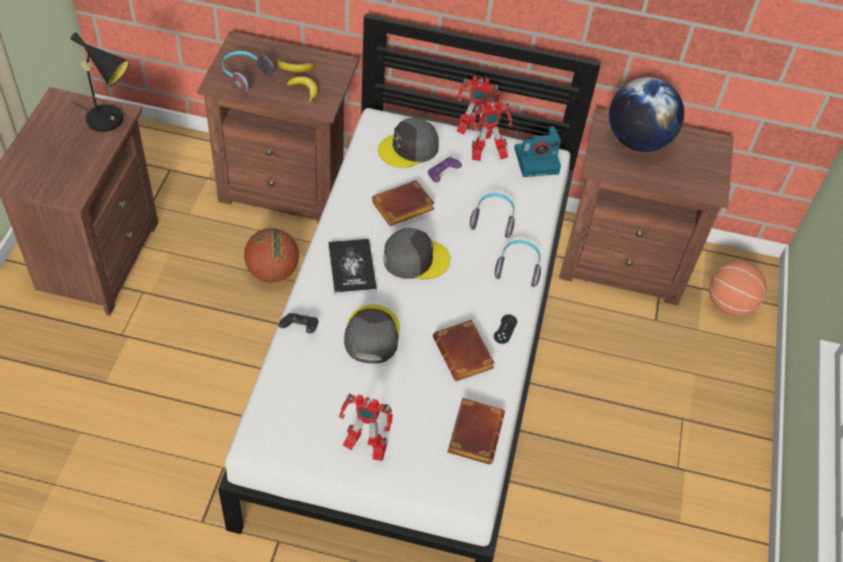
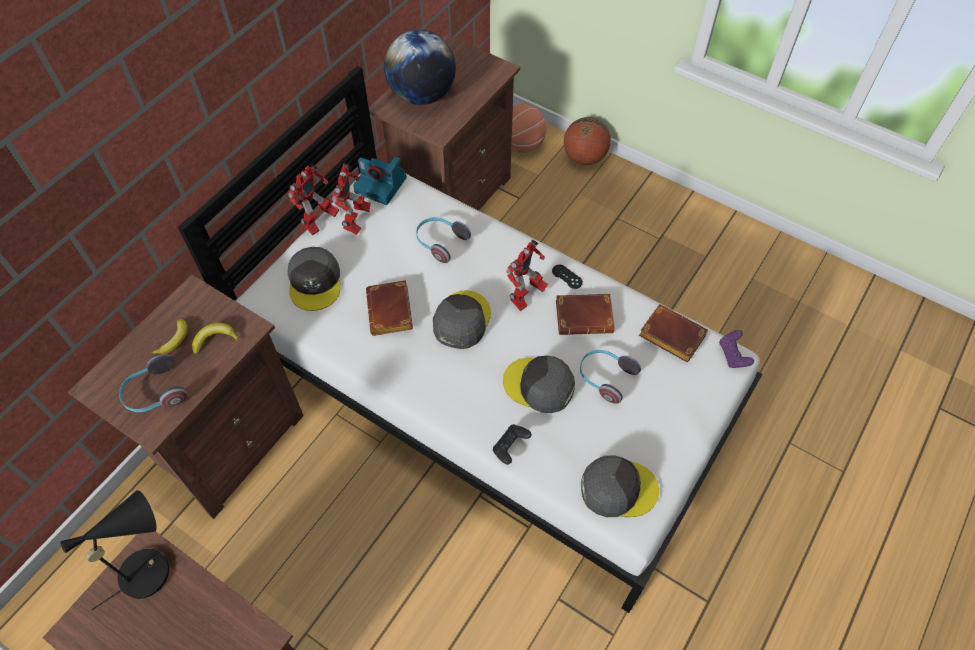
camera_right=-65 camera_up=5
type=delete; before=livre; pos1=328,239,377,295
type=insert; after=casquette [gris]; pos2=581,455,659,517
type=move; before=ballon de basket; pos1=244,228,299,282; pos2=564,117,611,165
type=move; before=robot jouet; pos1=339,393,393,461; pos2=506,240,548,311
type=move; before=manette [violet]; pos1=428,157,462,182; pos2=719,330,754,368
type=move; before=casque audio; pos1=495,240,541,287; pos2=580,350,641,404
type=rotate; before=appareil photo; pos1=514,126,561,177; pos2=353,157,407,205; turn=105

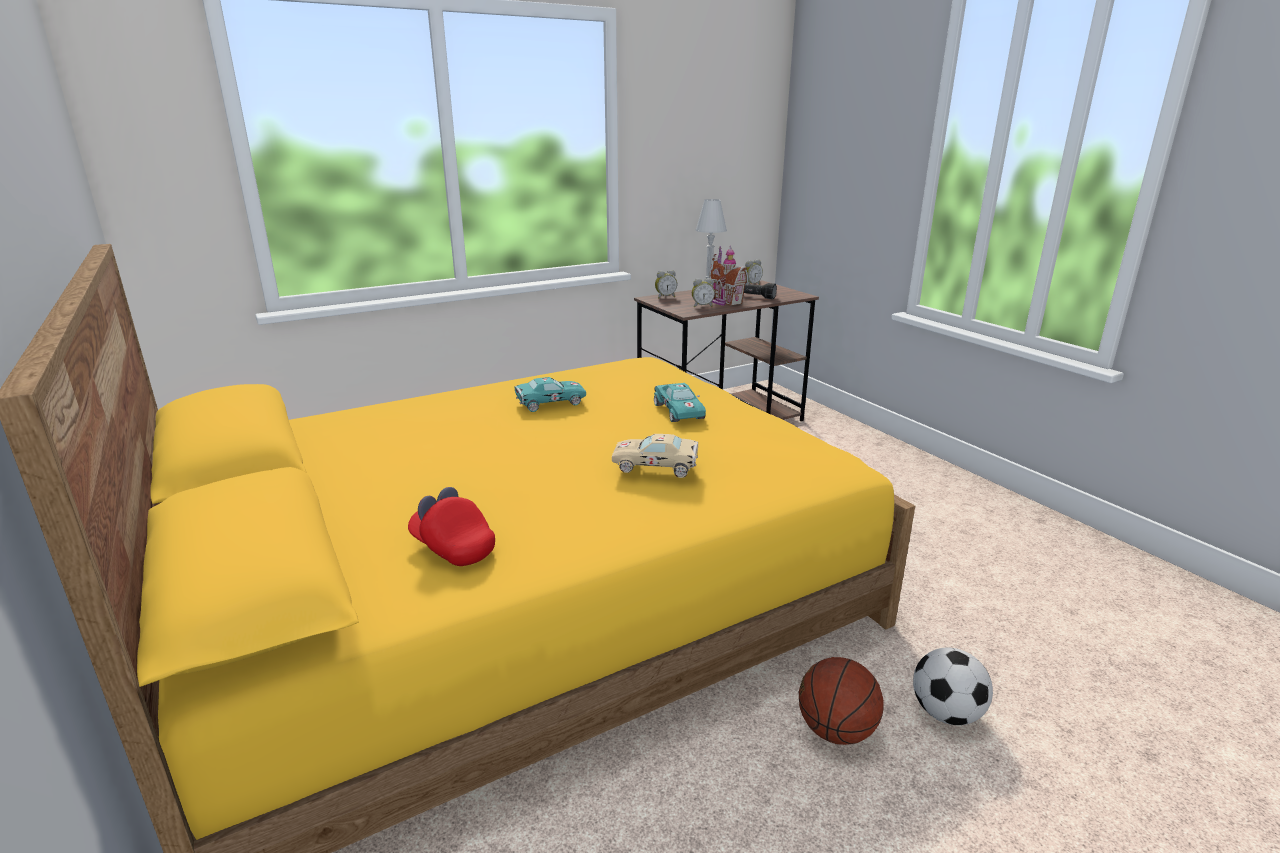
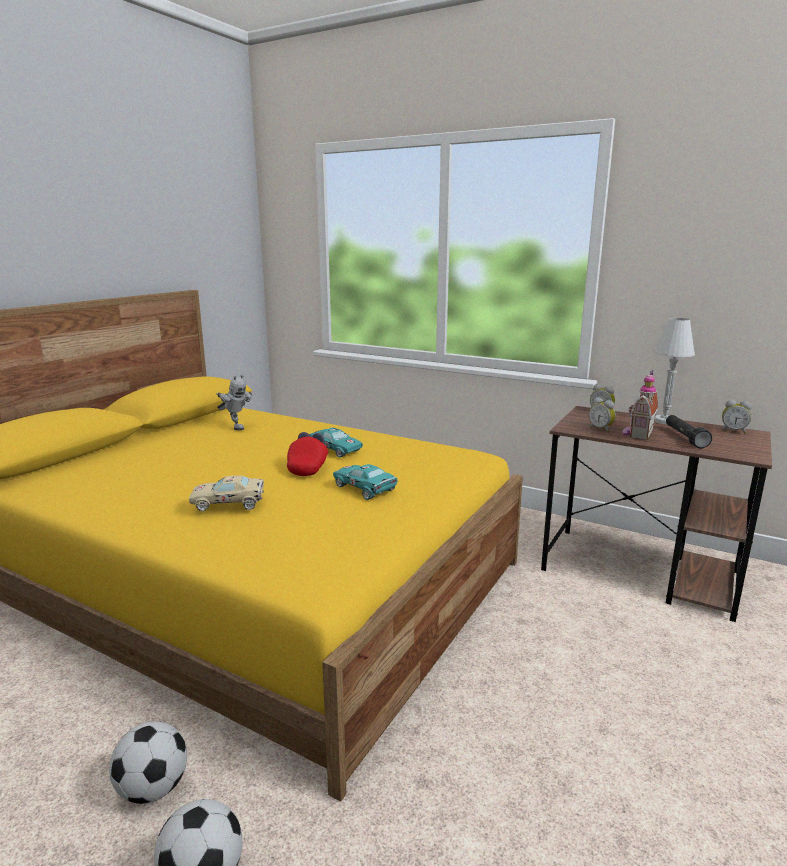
camera_right=60 camera_up=-5
type=insert; after=robot jouet; pos2=216,375,252,430
type=move; before=casquette [rouge]; pos1=408,487,495,566; pos2=287,432,328,476
type=replace; before=ballon de basket; after=ballon de foot; pos1=799,657,884,745; pos2=109,721,187,804
type=rotate; before=petite voiture [beige]; pos1=612,434,698,478; pos2=189,475,264,511; turn=-75
type=rotate; before=petite voiture [turquoise]; pos1=654,383,706,422; pos2=333,464,397,500; turn=90

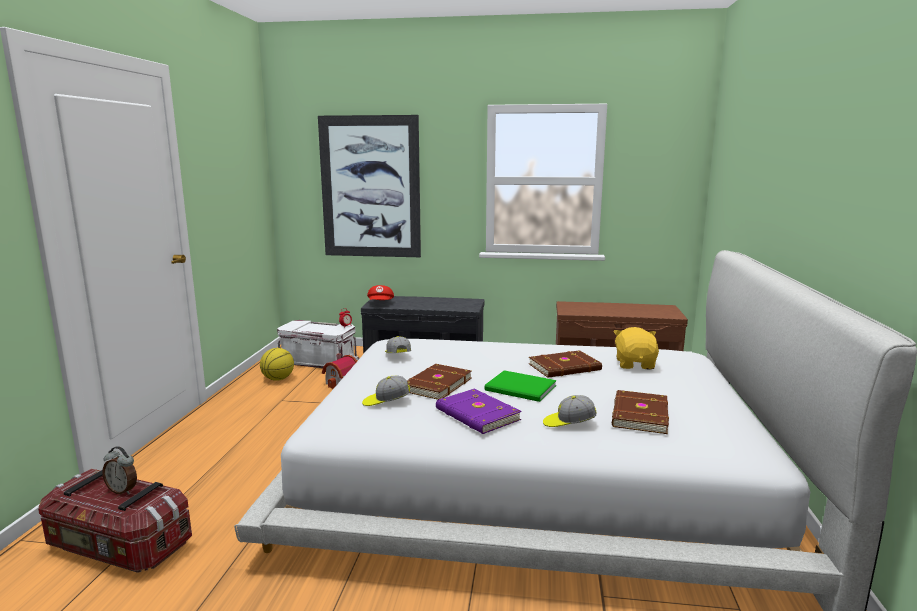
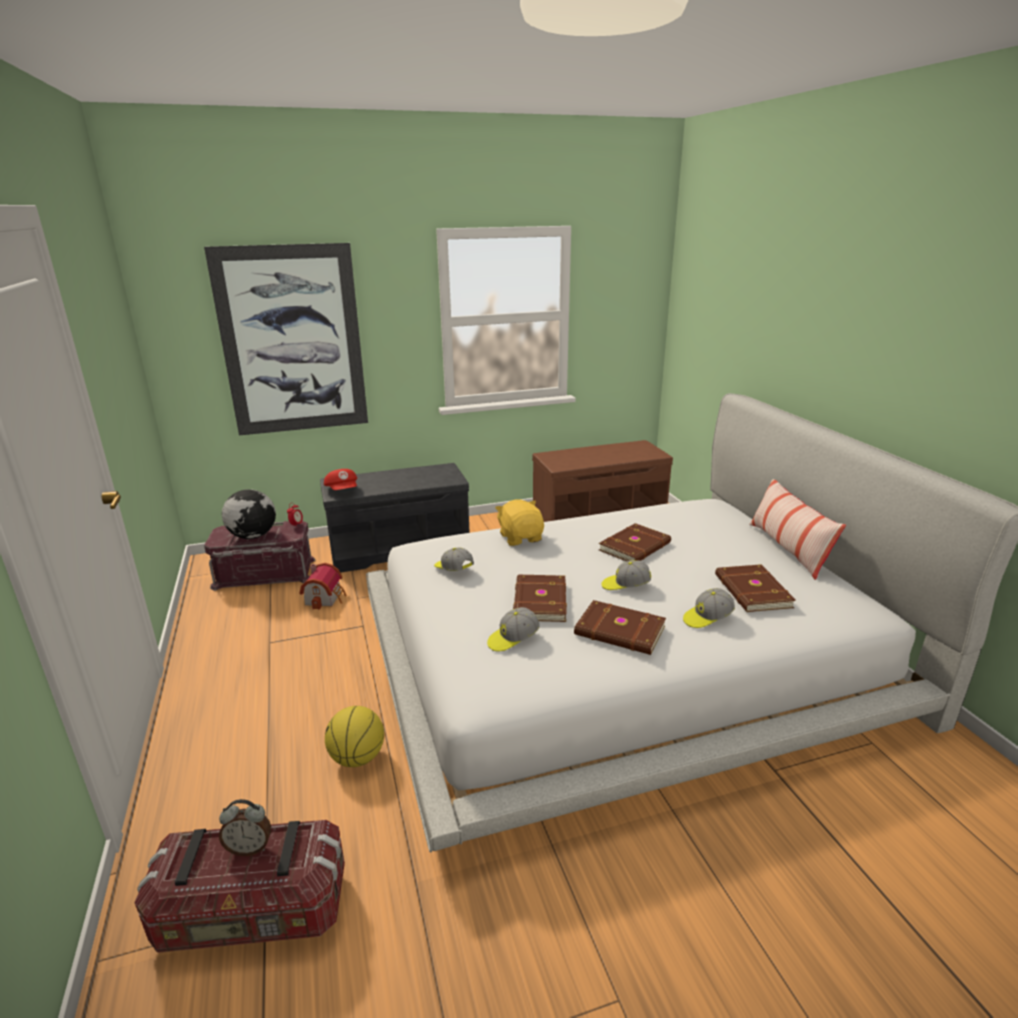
camera_right=-25 camera_up=10
type=insert; after=globe; pos2=222,489,276,539
type=insert; after=coussin; pos2=749,479,846,580
type=move; before=ballon de basket; pos1=260,348,294,381; pos2=325,706,384,767
type=move; before=peluche [jaune]; pos1=613,327,659,369; pos2=495,499,544,546
type=replace; before=livre [vert]; after=casquette; pos1=484,370,557,402; pos2=602,560,651,590
type=recolor; before=boîte de rangement [blanc]; after=boîte de rangement [rouge]; pos1=277,320,359,368; pos2=204,521,315,591
type=recolor; before=livre [violet]; after=livre [marron]; pos1=436,389,521,434; pos2=574,600,666,655

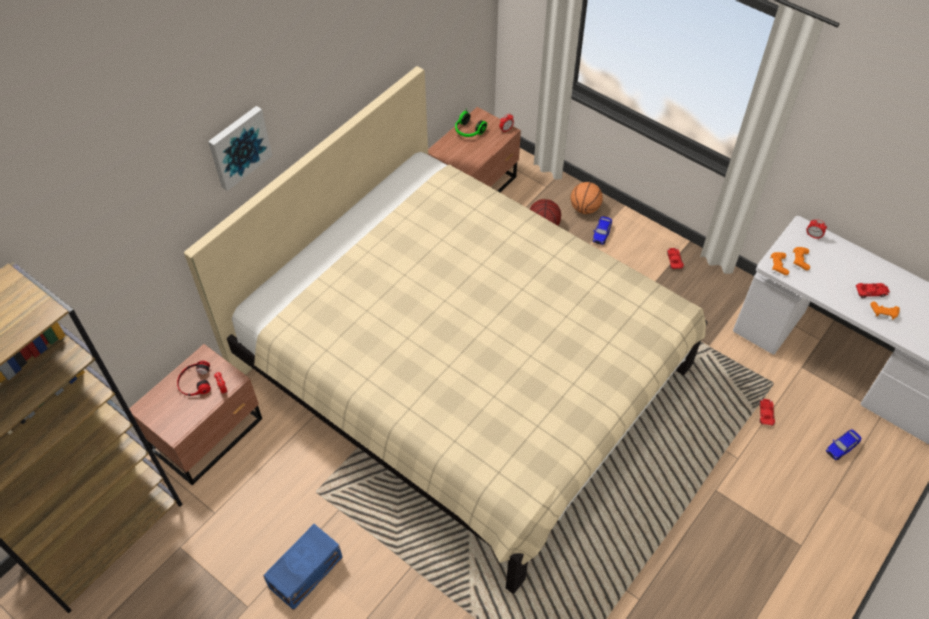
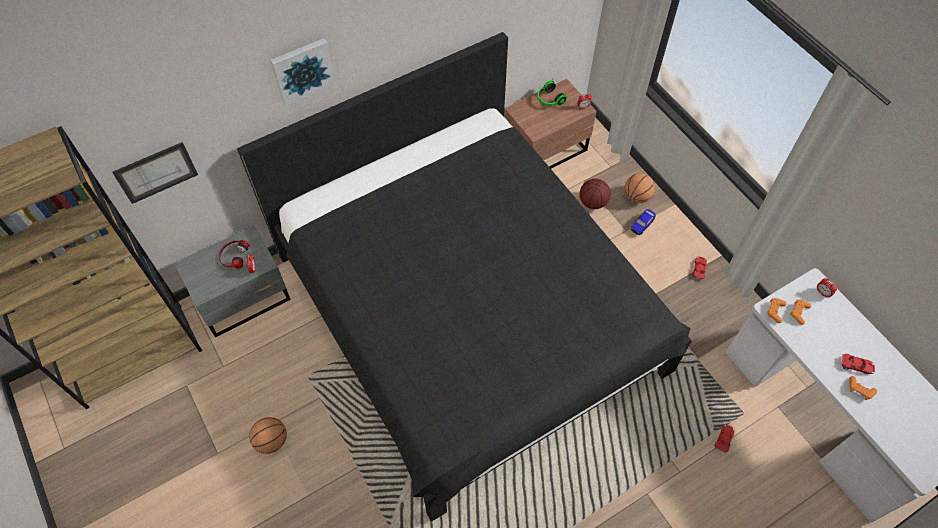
camera_right=20 camera_up=5
type=delete; before=petite voiture; pos1=826,430,861,460
type=insert; after=tableau; pos2=112,142,198,204
type=replace; before=boîte de rangement [bleu]; after=ballon de basket; pos1=263,524,343,610; pos2=249,417,287,454
type=recolor; before=table de chevet [marron]; after=table de chevet [gris]; pos1=129,344,262,485; pos2=174,226,291,338
type=recolor; before=lit [beige]; after=lit [noir]; pos1=184,66,708,594; pos2=237,32,692,521

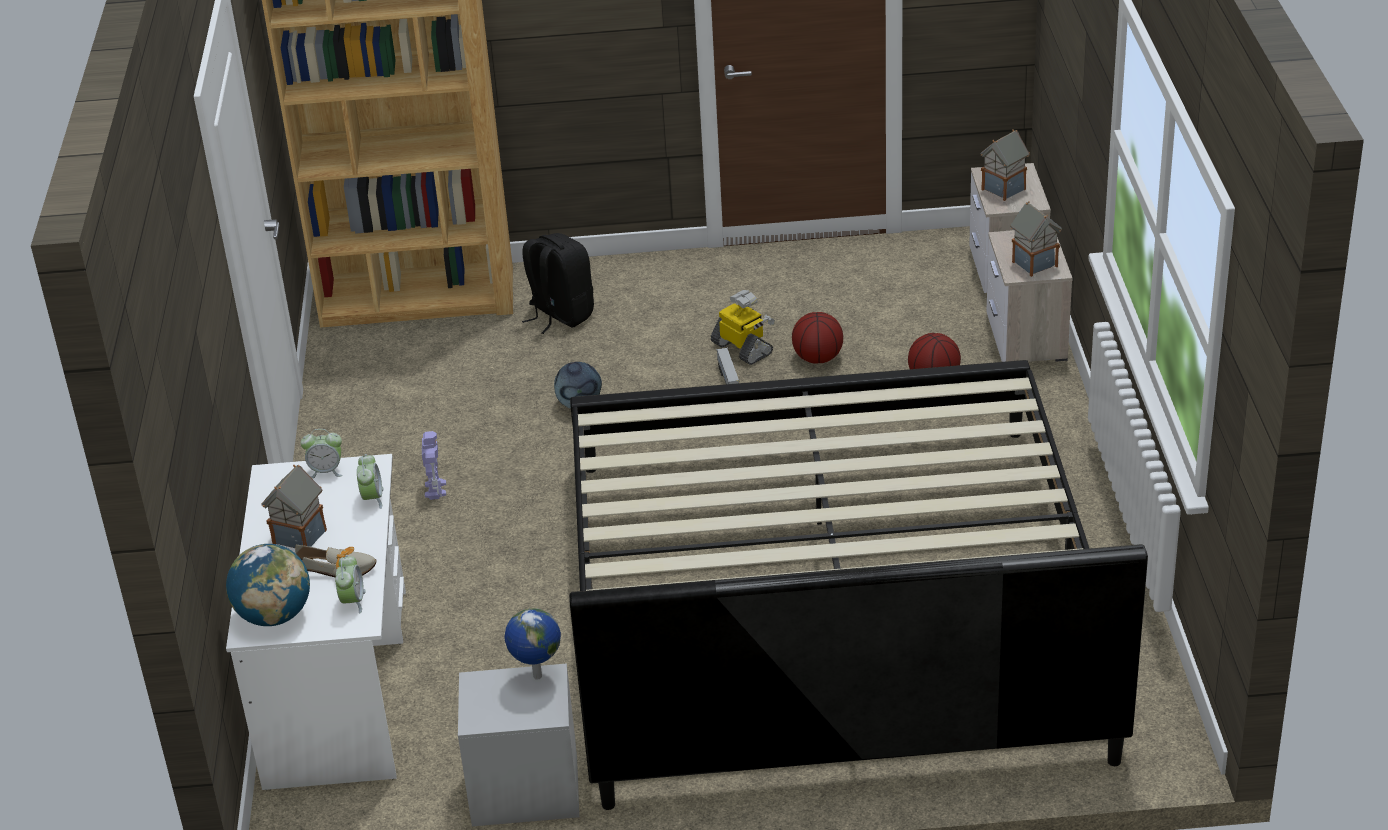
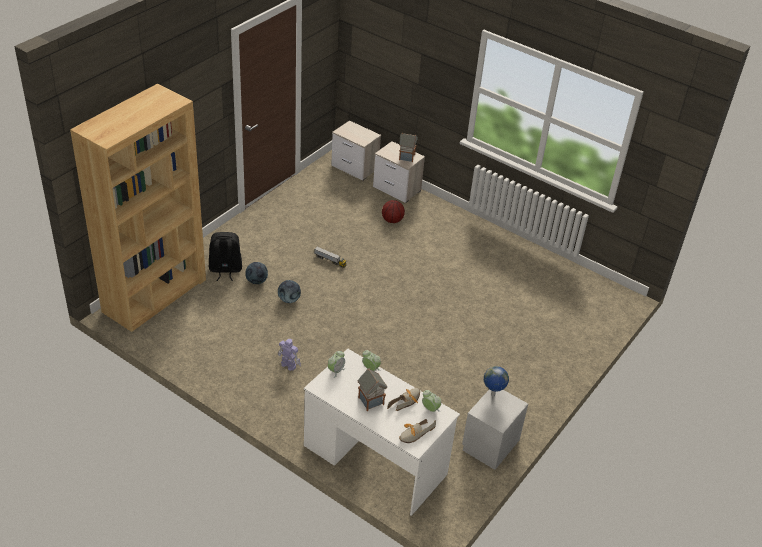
camera_right=-55 camera_up=5
type=delete; before=lit; pos1=569,360,1148,810
type=delete; before=robot jouet; pos1=711,290,775,365
type=delete; before=ballon de basket; pos1=792,312,843,364
type=delete; before=maison miniature; pos1=980,129,1030,201
type=insert; after=ballon de foot; pos2=245,262,268,284
type=replace; before=globe; after=chaussure; pos1=226,544,310,626; pos2=399,419,436,443

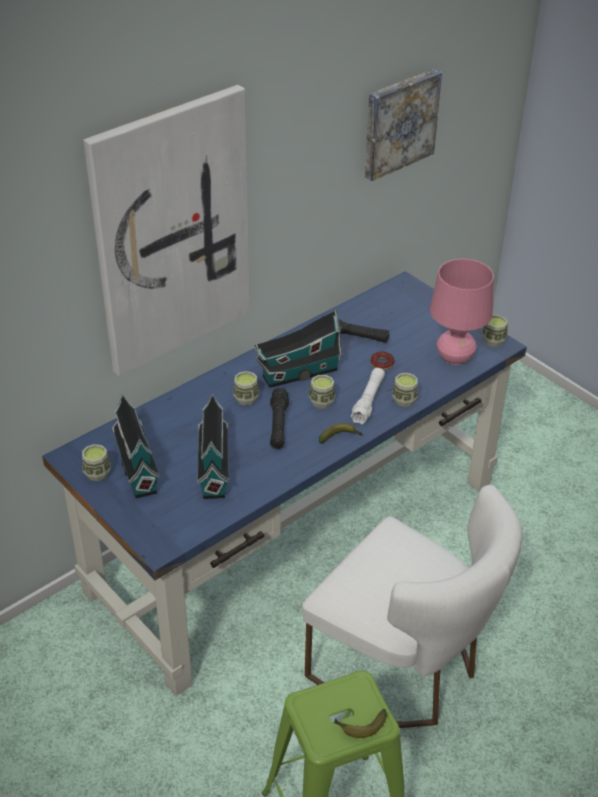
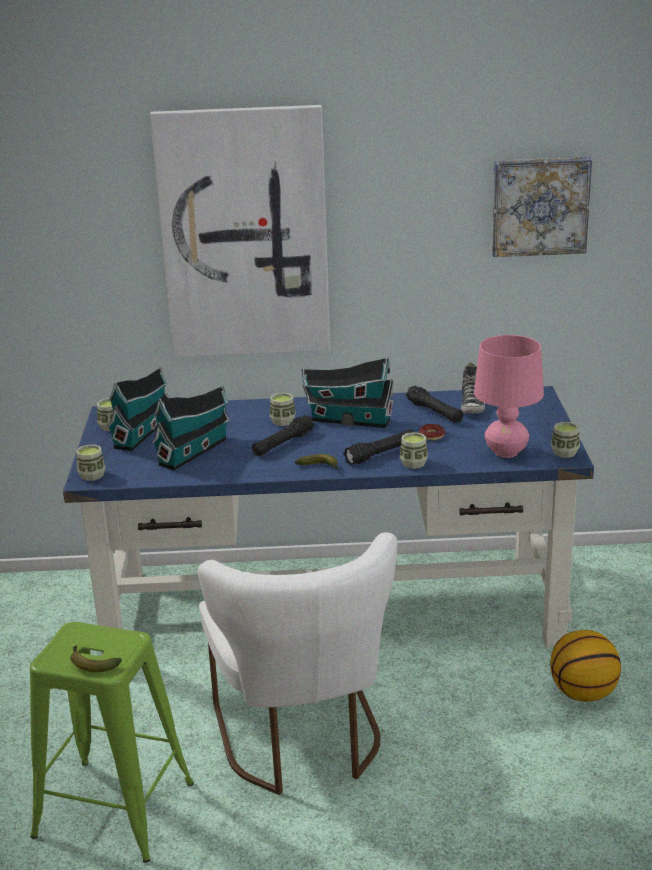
camera_right=40 camera_up=-15
type=insert; after=chaussure; pos2=461,363,485,415
type=insert; after=ballon de basket; pos2=550,630,621,702
type=move; before=tasse; pos1=309,375,335,409; pos2=76,445,106,481
type=recolor; before=lampe de poche [blanc]; after=lampe de poche [noir]; pos1=351,368,385,425; pos2=343,429,414,465

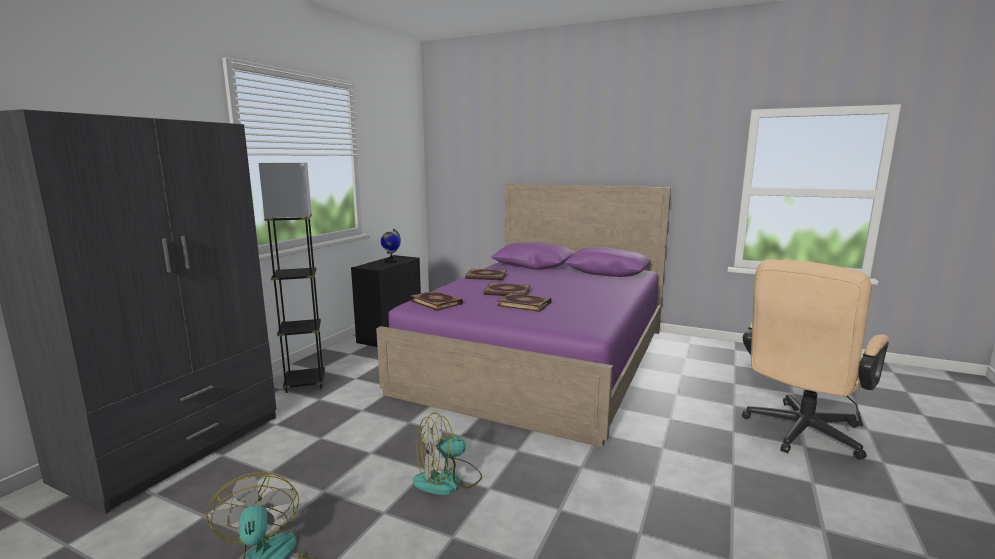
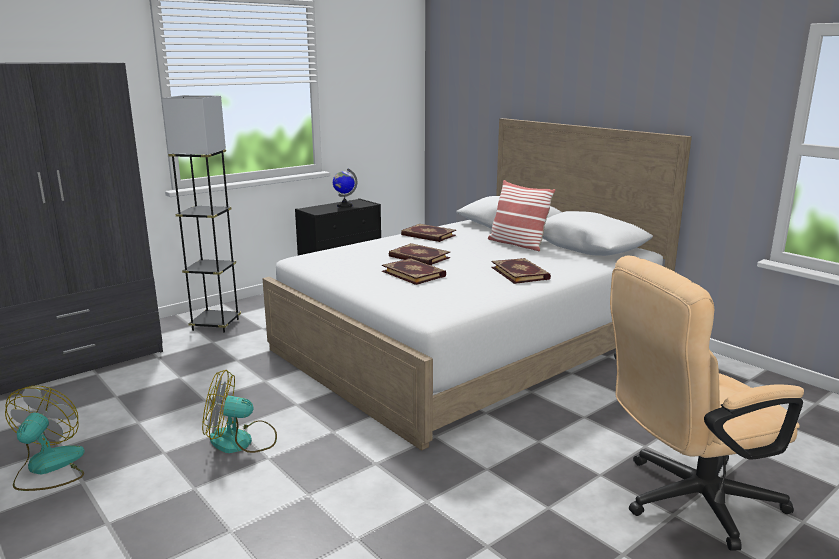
camera_right=25 camera_up=5
type=insert; after=coussin; pos2=488,180,555,251
type=move; before=livre; pos1=410,291,463,311; pos2=491,258,551,284
type=recolor; before=lit [violet]; after=lit [blanc]; pos1=376,184,671,447; pos2=262,118,692,451

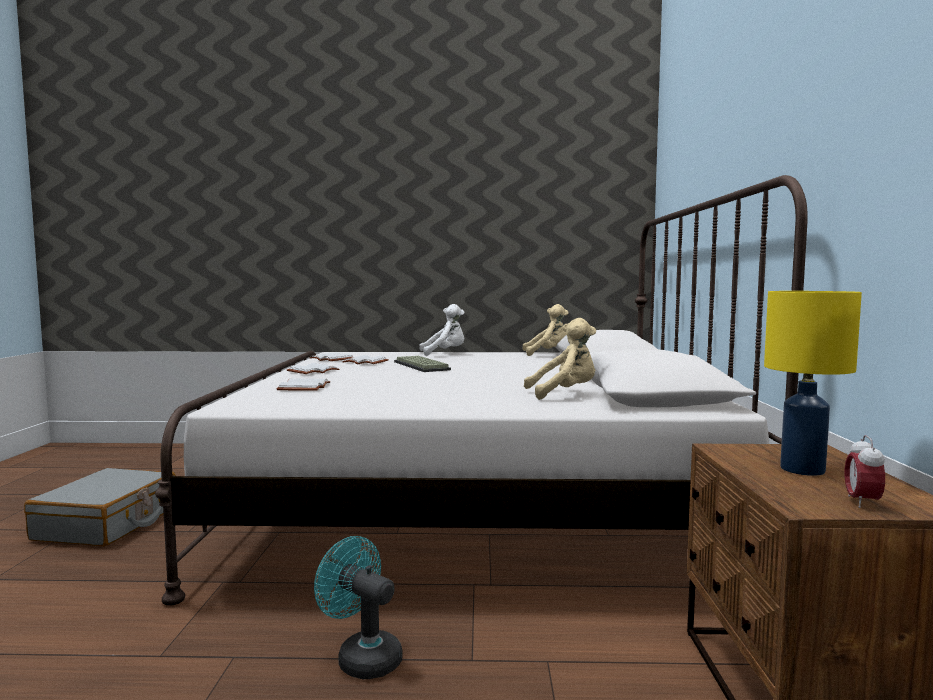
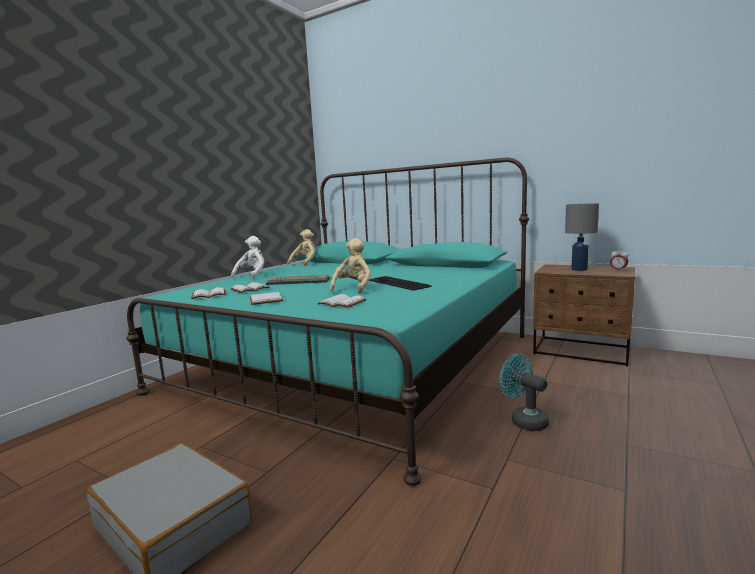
camera_right=-60 camera_up=5
type=insert; after=clavier; pos2=369,276,432,291
type=move; before=peluche [beige]; pos1=524,318,596,400; pos2=330,238,371,294
type=recolor; before=lit [blanc]; after=lit [turquoise]; pos1=155,175,808,605; pos2=126,158,529,486
type=recolor; before=lampe de table [jaune]; after=lampe de table [gris]; pos1=764,291,862,476; pos2=565,203,599,271
type=rotate; before=ventilateur [turquoise]; pos1=314,536,403,679; pos2=499,354,549,431; turn=75

